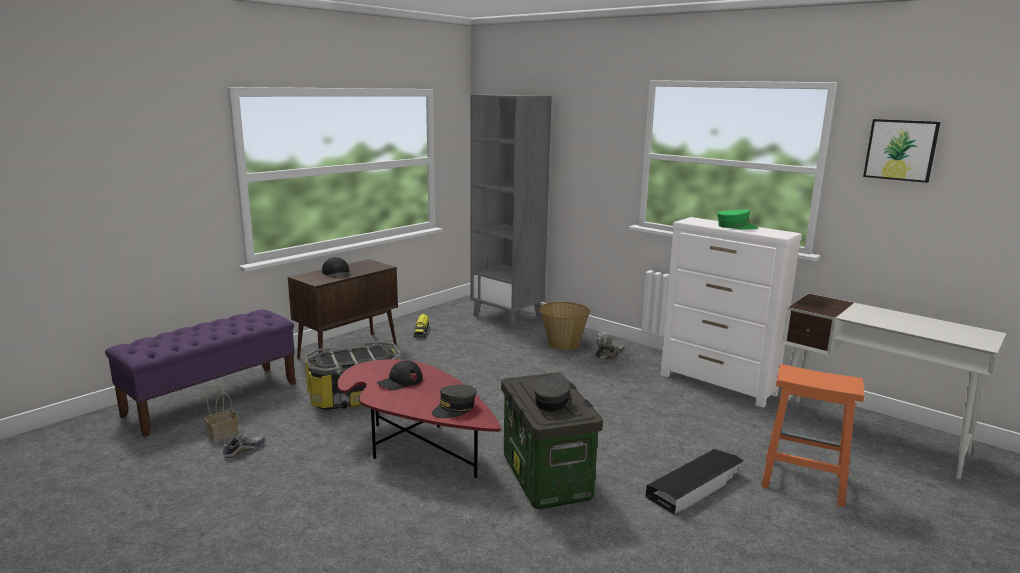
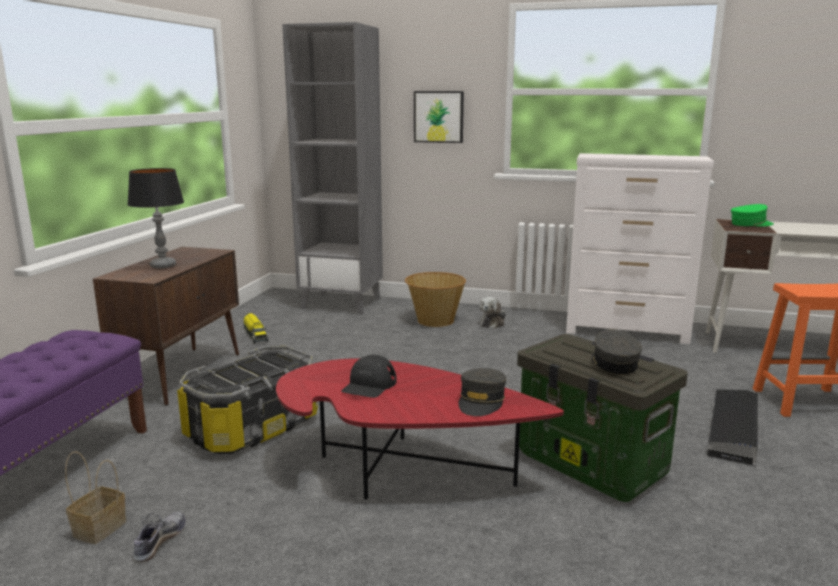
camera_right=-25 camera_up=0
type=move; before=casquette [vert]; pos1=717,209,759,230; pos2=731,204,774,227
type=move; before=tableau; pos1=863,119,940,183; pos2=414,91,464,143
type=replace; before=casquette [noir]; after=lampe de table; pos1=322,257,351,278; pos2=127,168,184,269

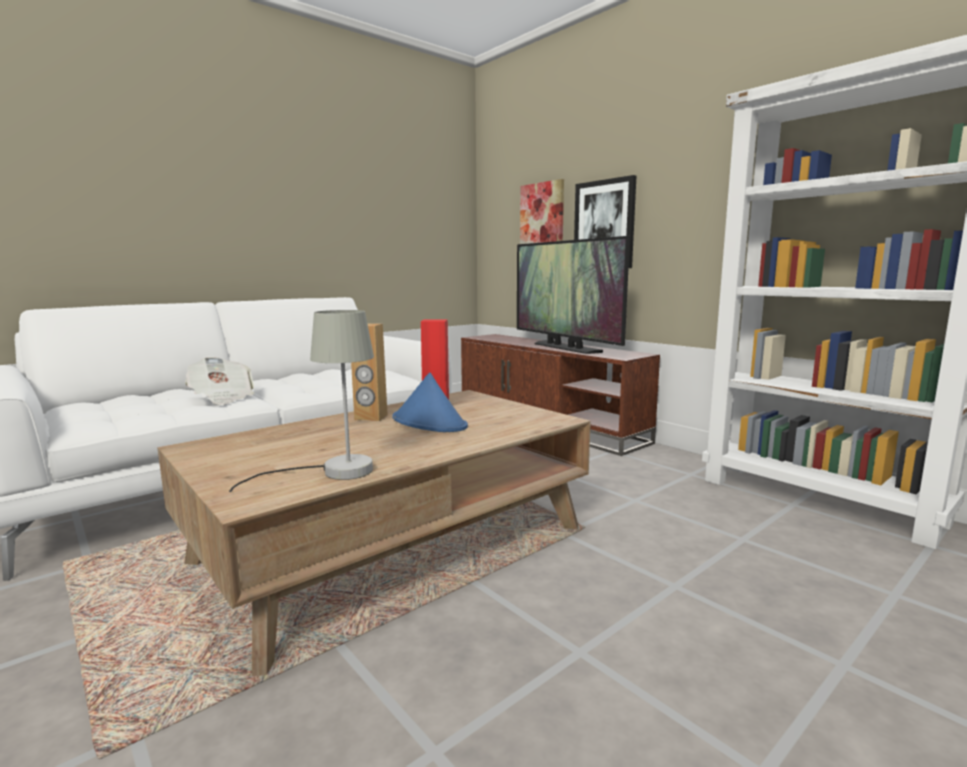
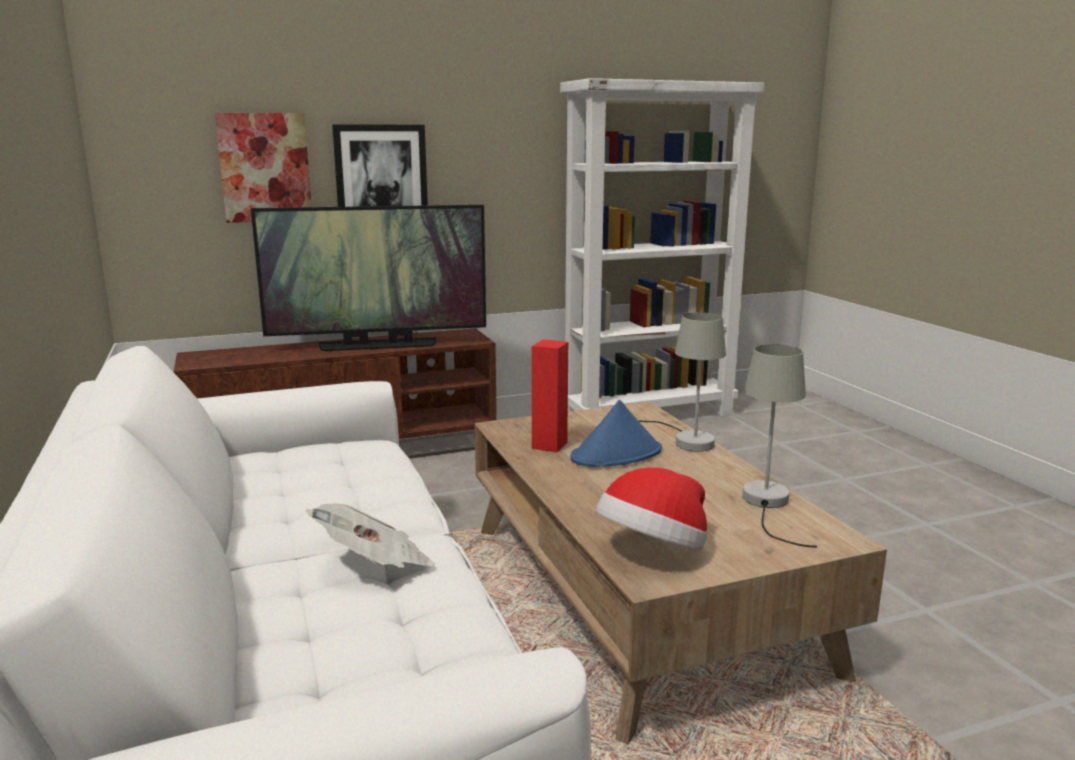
camera_right=-70 camera_up=5
type=delete; before=enceinte [marron]; pos1=351,323,388,421
type=insert; after=chapeau; pos2=596,468,707,549
type=insert; after=lampe de table [gris]; pos2=639,313,726,452

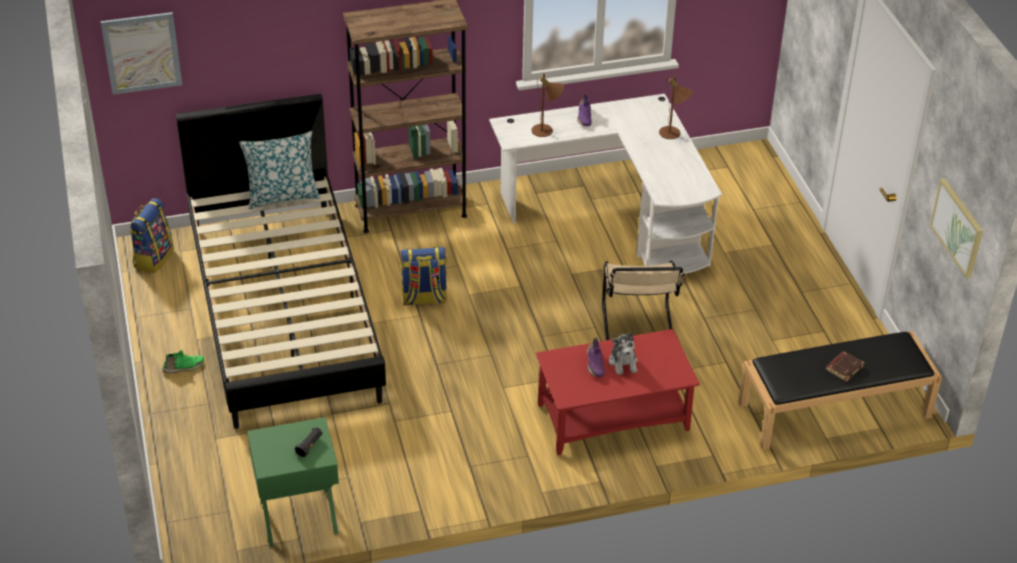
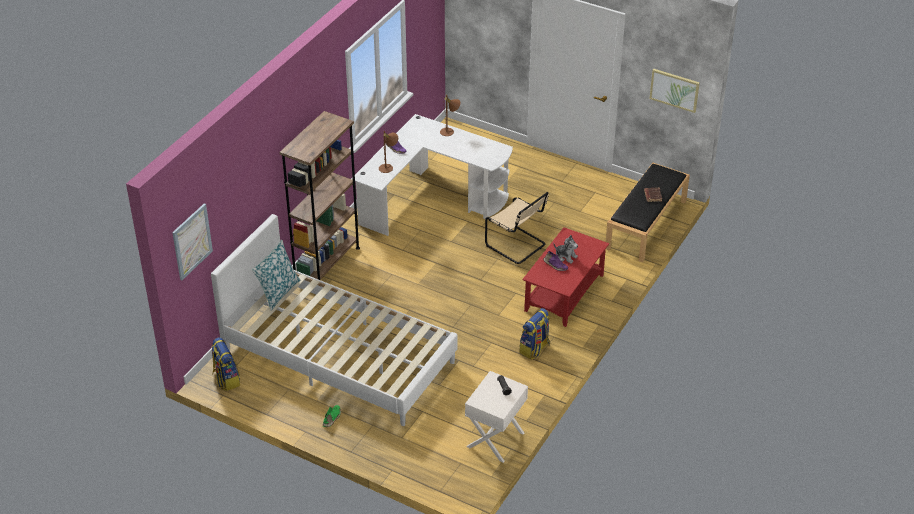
camera_right=-45 camera_up=0
type=move; before=sac à dos; pos1=401,247,447,307; pos2=519,308,550,360
type=recolor; before=lit [noir]; after=lit [blanc]; pos1=176,94,386,429; pos2=211,214,458,426
type=recolor; before=table de chevet [vert]; after=table de chevet [blanc]; pos1=247,417,339,547; pos2=465,371,528,463

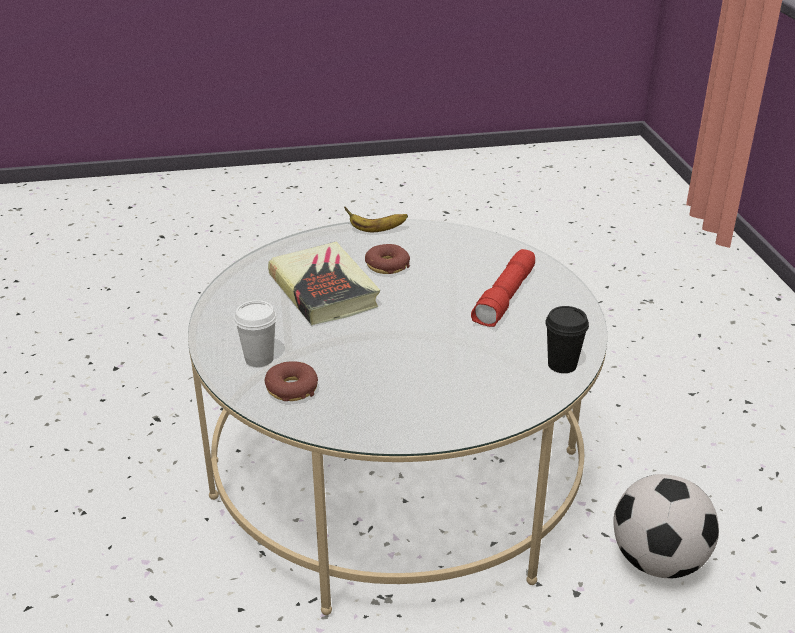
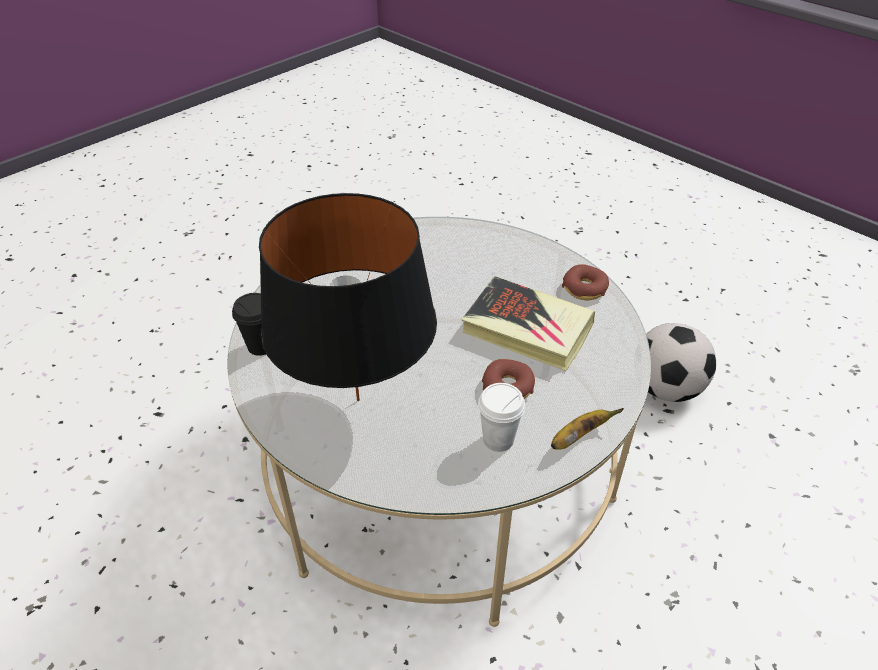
camera_right=145 camera_up=10
type=move; before=tasse [blanc]; pos1=234,300,277,367; pos2=478,383,525,452
type=move; before=beignet; pos1=265,361,318,401; pos2=562,264,609,300
type=move; before=ballon de foot; pos1=613,474,719,578; pos2=646,323,716,402
type=replace; before=lampe de poche [rouge]; after=lampe de table [noir]; pos1=471,249,535,327; pos2=259,193,437,401

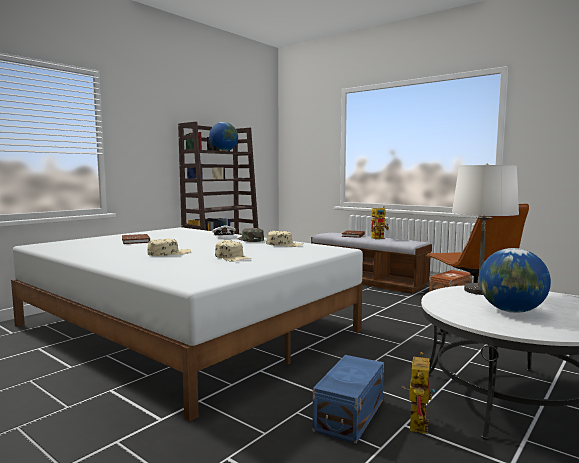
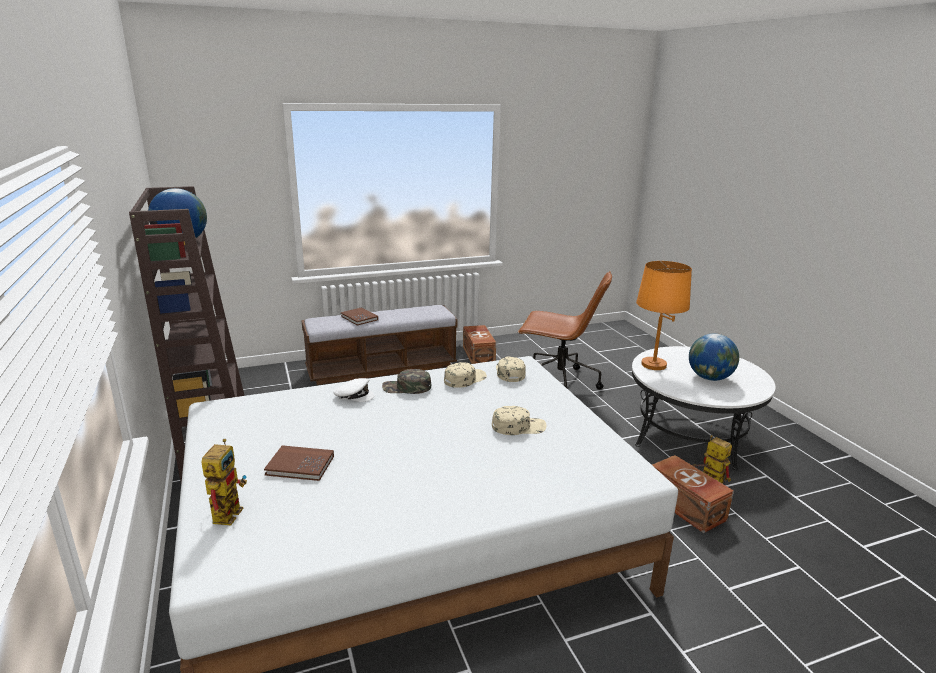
camera_right=-60 camera_up=15
type=move; before=casquette [beige]; pos1=147,238,191,256; pos2=496,356,526,382
type=move; before=robot jouet; pos1=371,206,389,239; pos2=201,439,247,525
type=recolor; before=boîte de rangement [bleu]; after=boîte de rangement [marron]; pos1=313,355,384,444; pos2=652,455,734,533
type=recolor; before=lampe de table [blanc]; after=lampe de table [orange]; pos1=452,164,519,295; pos2=636,261,692,370

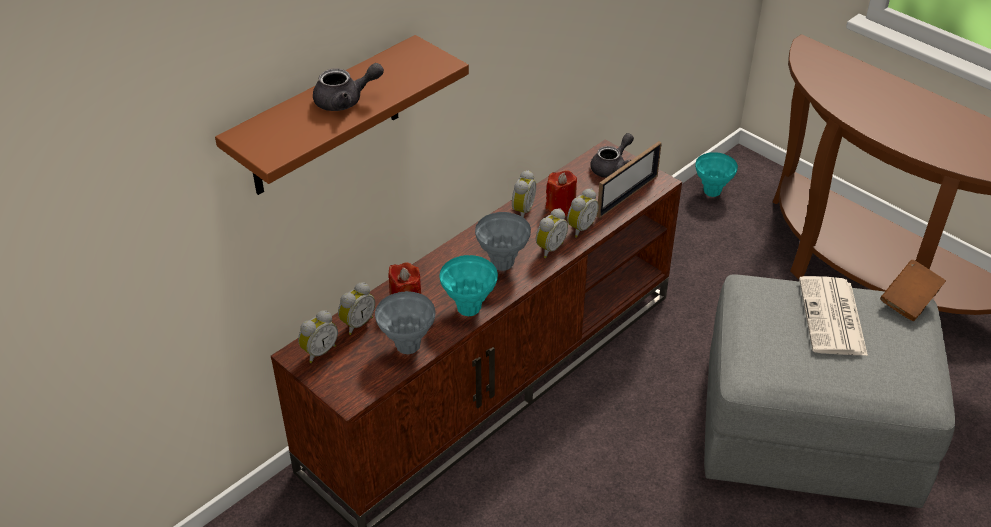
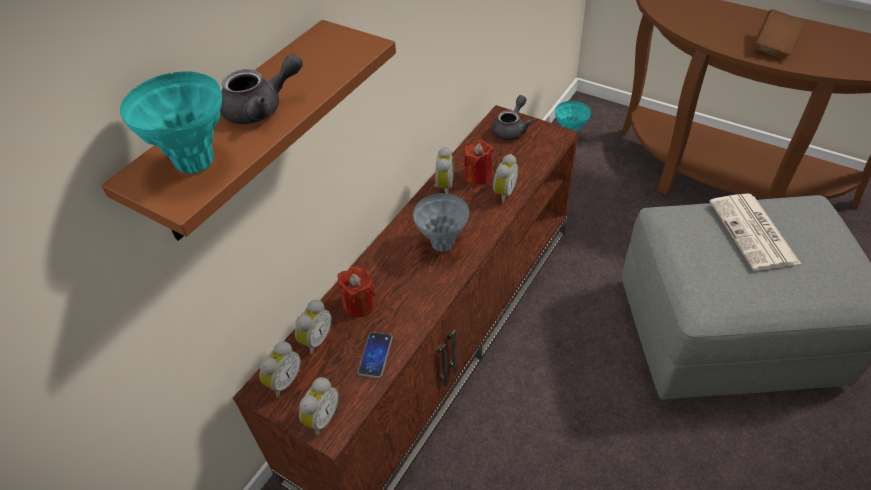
camera_right=-10 camera_up=5
type=delete; before=cadre photo; pos1=597,141,662,218
type=move; before=vase [turquoise]; pos1=440,255,498,316; pos2=120,71,222,173
type=move; before=réveil; pos1=536,208,568,258; pos2=299,377,339,436
type=move; before=livre [marron]; pos1=880,260,946,321; pos2=753,9,804,59
type=replace; before=vase [gris]; after=téléphone; pos1=375,291,435,354; pos2=357,332,393,378

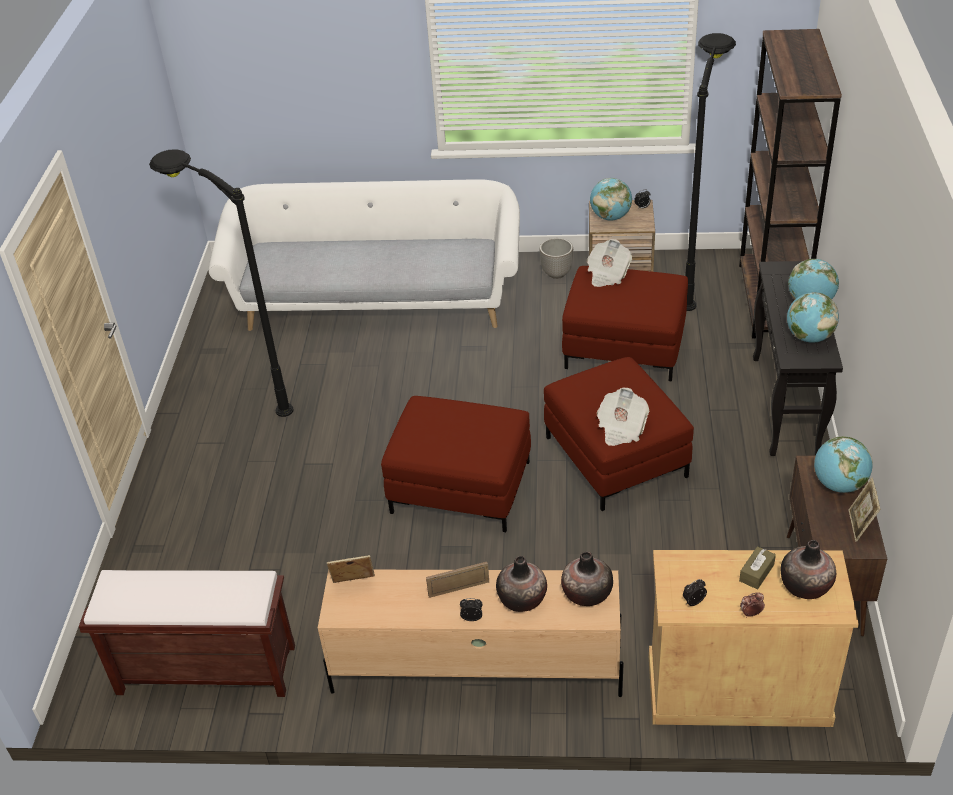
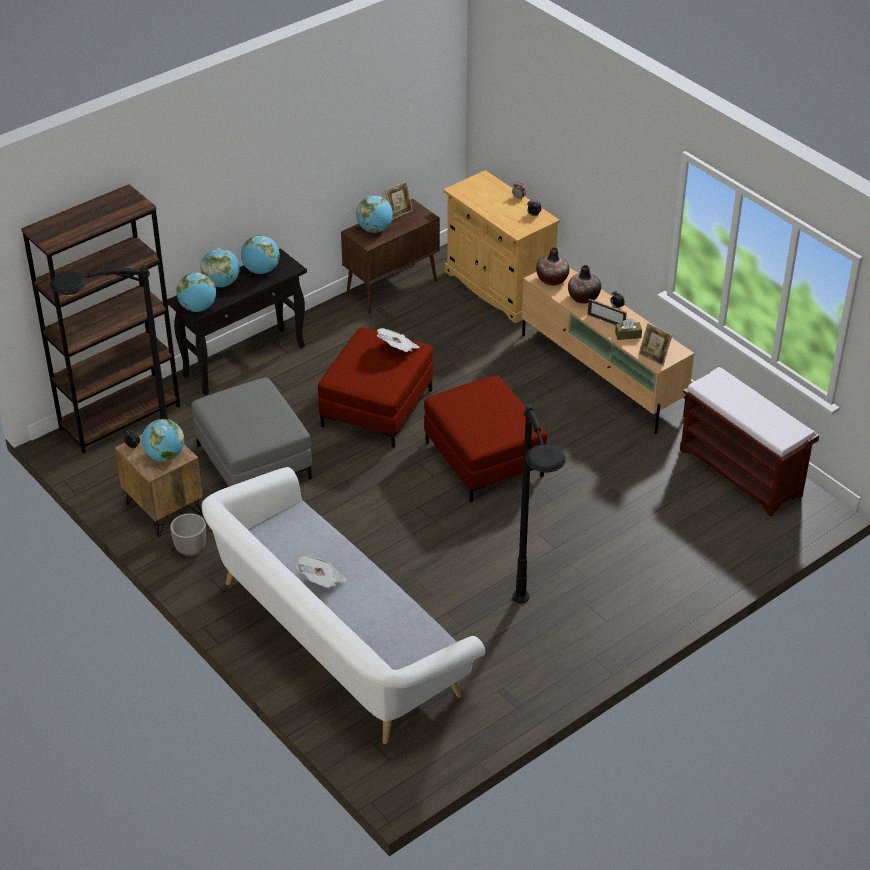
camera_right=-135 camera_up=0
type=delete; before=vase; pos1=781,540,836,599
type=insert; after=globe; pos2=176,272,216,312
type=move; before=journal; pos1=587,239,632,287; pos2=296,555,347,588
type=move; before=boîte à mouchoirs [marron]; pos1=739,546,776,589; pos2=615,318,642,340
type=recolor; before=pouf [rouge]; after=pouf [gris]; pos1=562,266,688,381; pos2=191,378,312,487

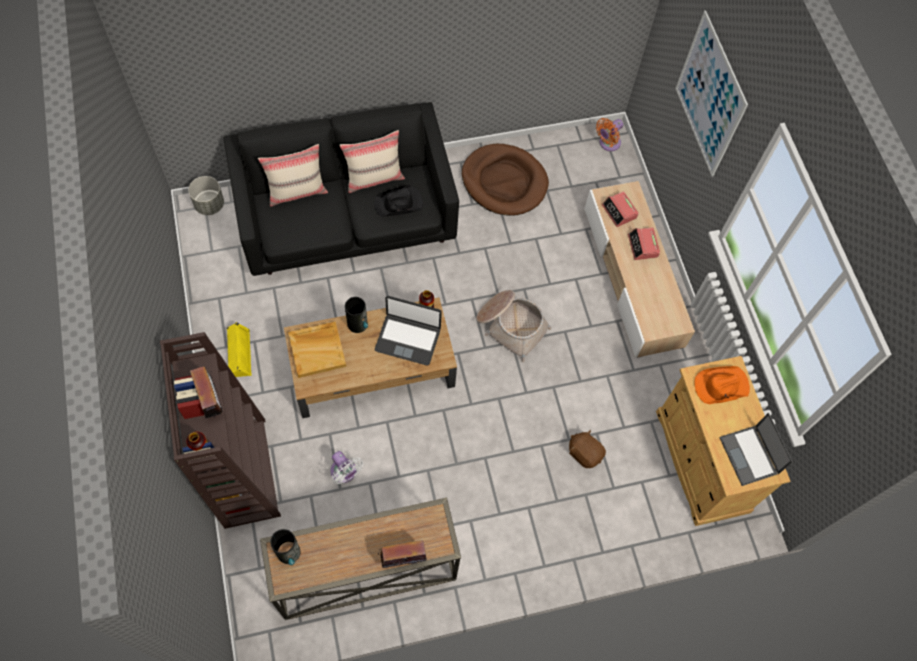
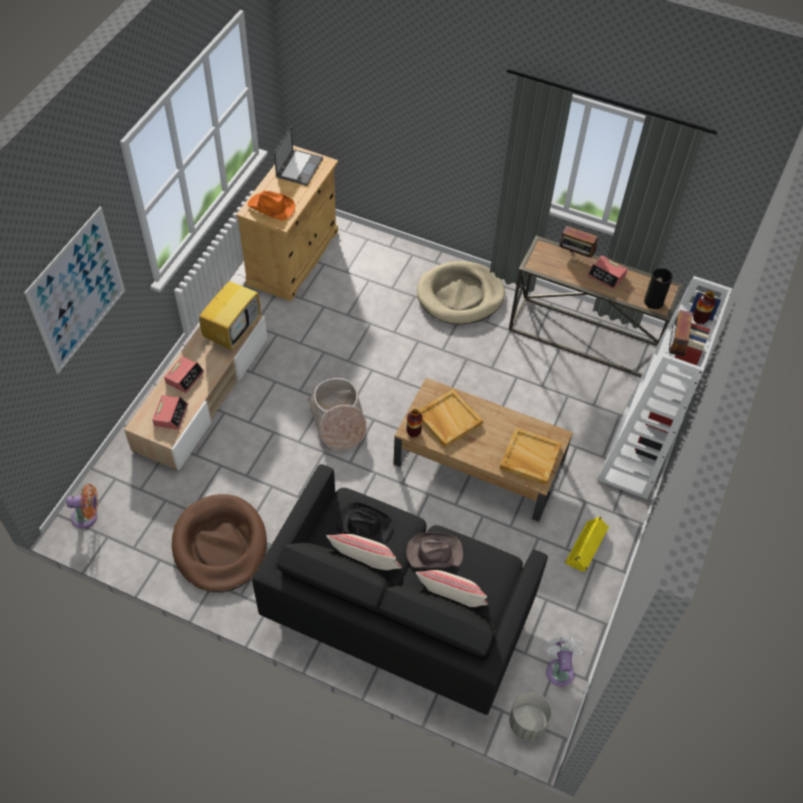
camera_right=-140 camera_up=-10
type=delete; before=vase; pos1=345,297,368,333
type=delete; before=peluche [marron]; pos1=569,430,606,468
type=insert; after=téléviseur; pos2=199,266,261,350
type=insert; after=chapeau [marron]; pos2=406,533,463,568
type=insert; after=panier pour chien [beige]; pos2=417,261,505,324
type=insert; after=réveil; pos2=587,255,628,290
type=move; before=ventilateur [blanc]; pos1=330,451,364,484; pos2=545,637,584,686
type=replace; before=ordinateur portable; after=plateau [beige]; pos1=375,296,442,365; pos2=419,389,483,448
type=recolor; before=bibliothèque [marron]; after=bibliothèque [blanc]; pos1=160,332,281,529; pos2=596,276,732,499

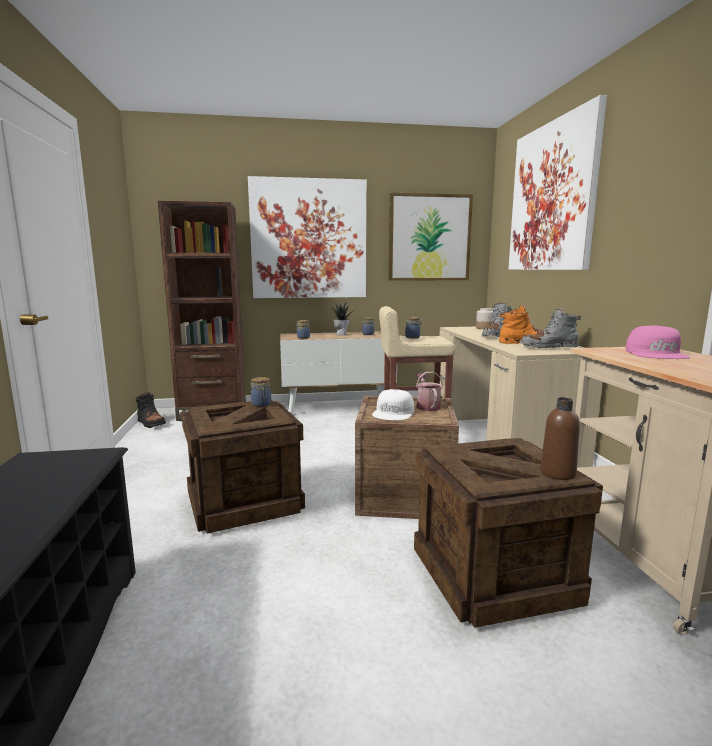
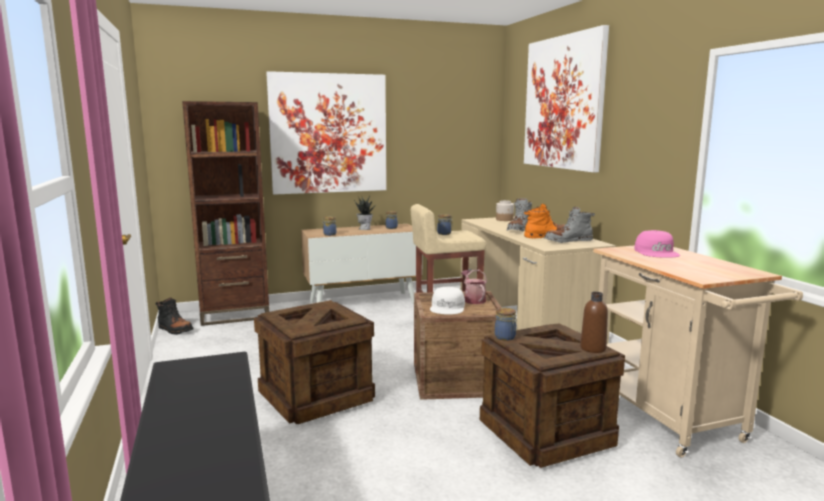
camera_right=-10 camera_up=0
type=delete; before=tableau; pos1=389,193,473,281
type=move; before=bocal; pos1=251,377,271,407; pos2=495,308,517,341

